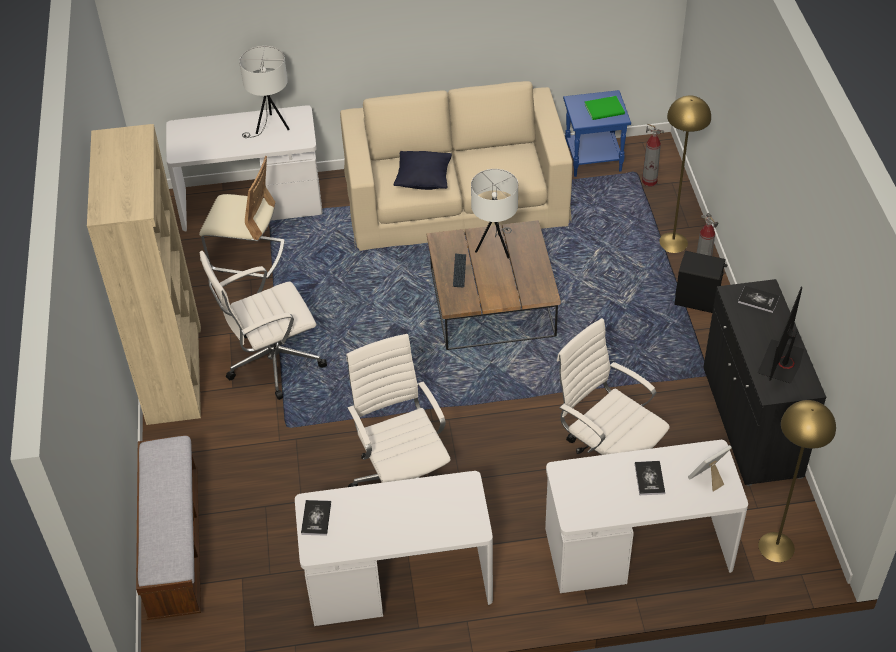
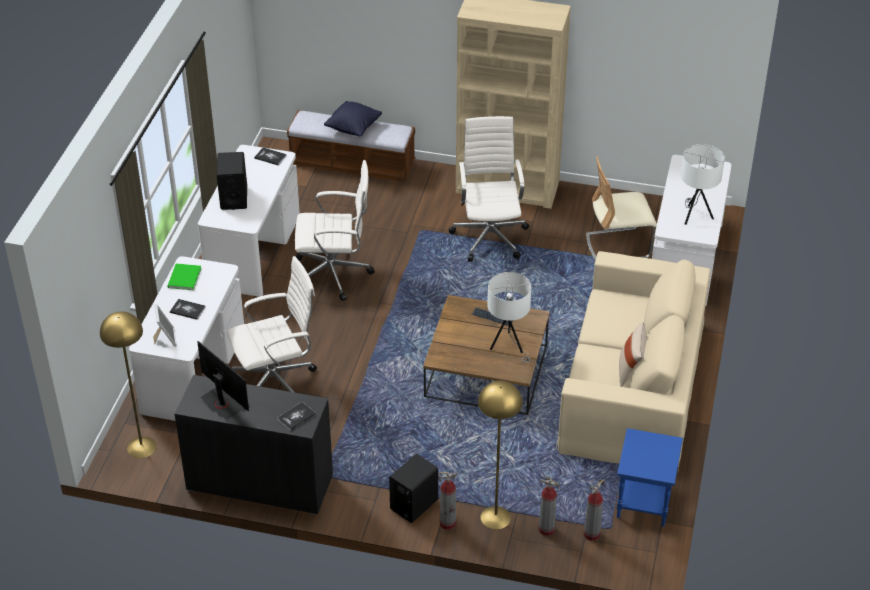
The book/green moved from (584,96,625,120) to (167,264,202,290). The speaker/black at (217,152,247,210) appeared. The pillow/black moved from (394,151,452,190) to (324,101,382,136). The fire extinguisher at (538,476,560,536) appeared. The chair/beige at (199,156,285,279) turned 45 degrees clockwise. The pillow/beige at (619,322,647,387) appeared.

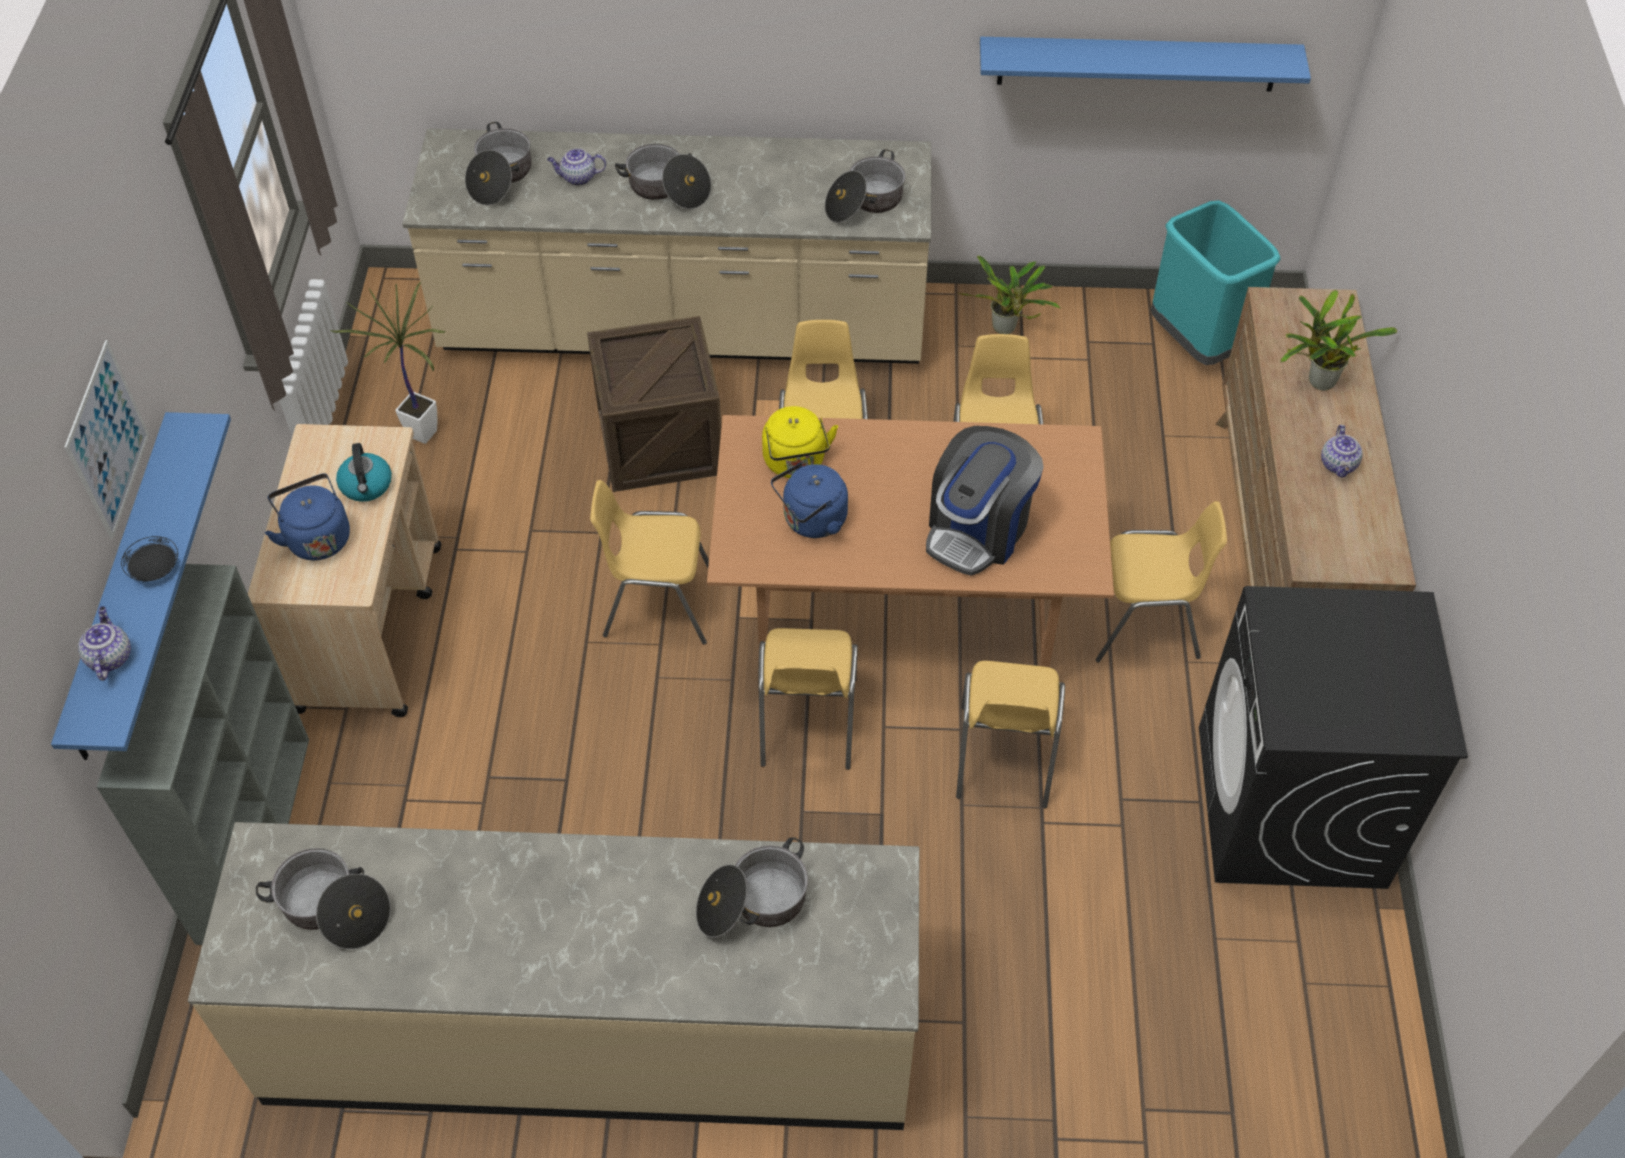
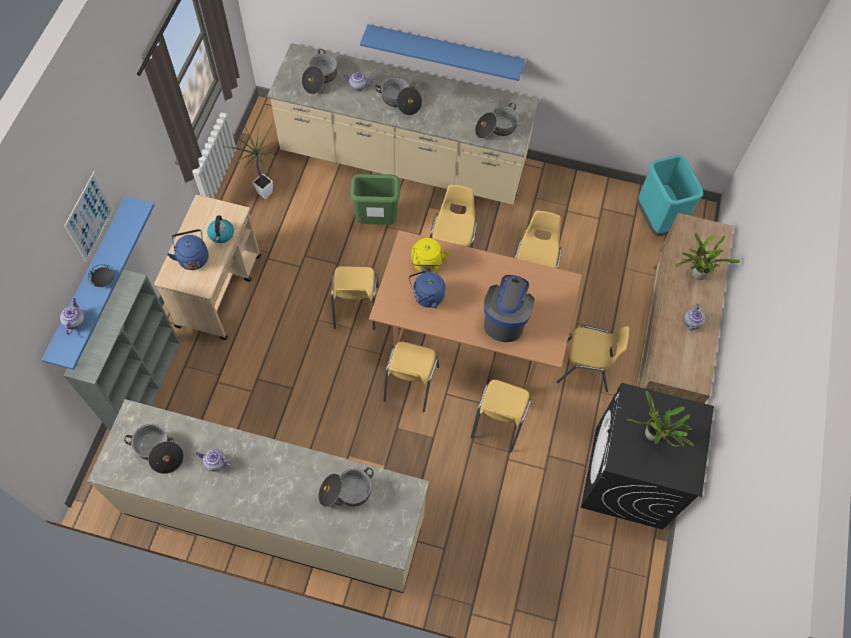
The teapot at (196,449,232,472) appeared. The chair/yellow at (590,480,709,645) turned 105 degrees counterclockwise. The crate at (587,316,721,492) was replaced by the trash can/green at (350,174,401,225). The shelf/blue moved from (980,37,1311,92) to (360,24,525,81). The coffee machine at (926,426,1044,576) turned 150 degrees clockwise. The potted plant moved from (958,256,1061,334) to (627,391,694,447).

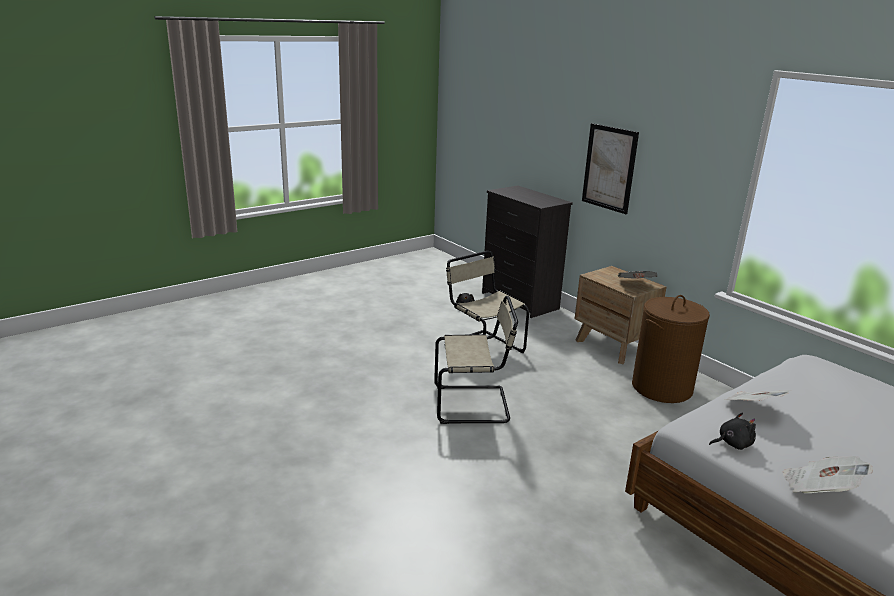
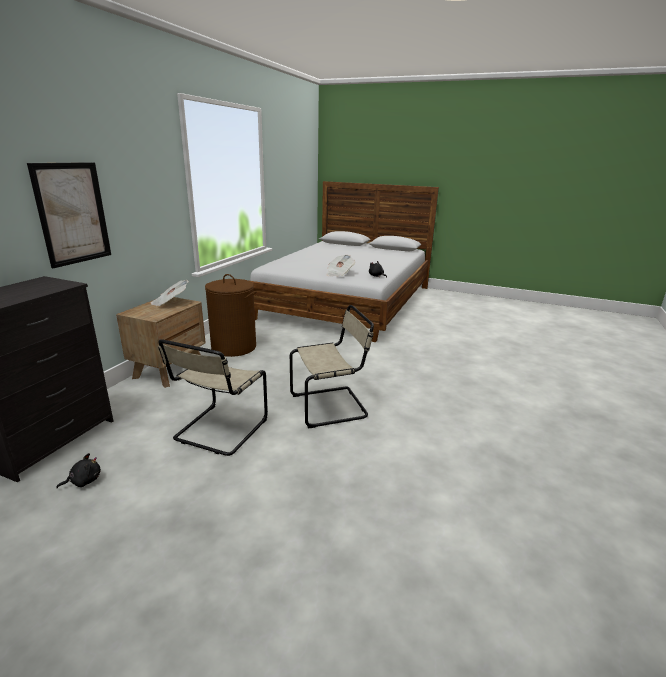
The chair/beige at (434,296,518,424) turned 105 degrees clockwise. The newspaper at (783,456,873,493) disappeared.

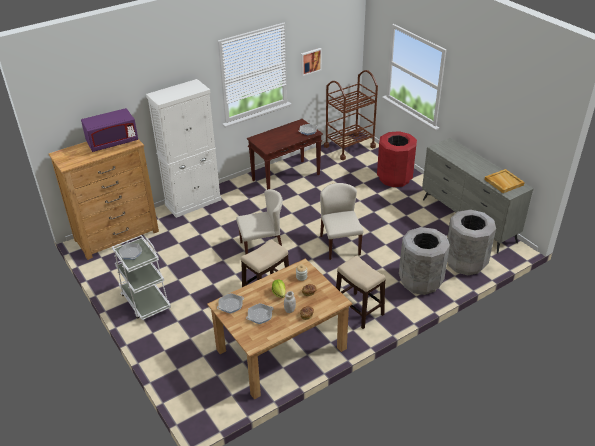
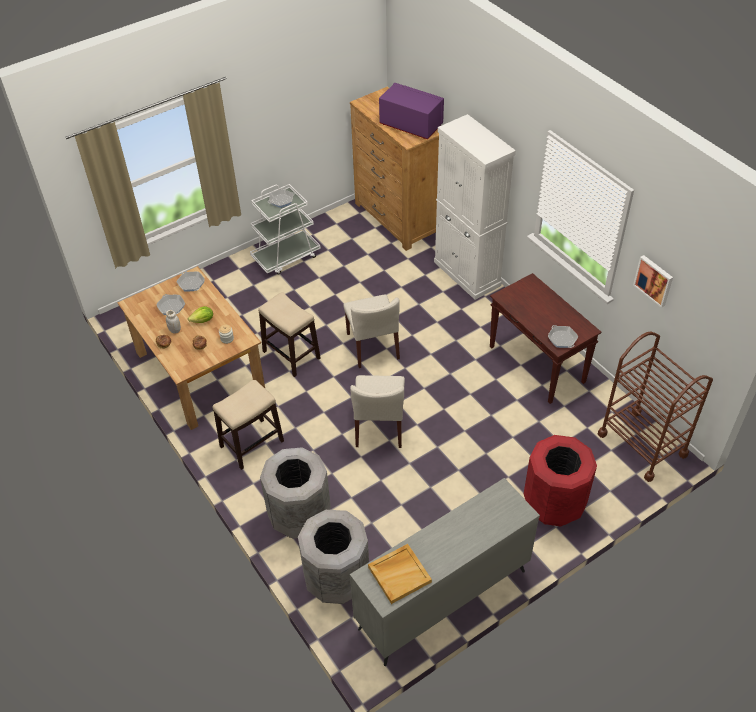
The chair/beige at (320,183,363,260) turned 105 degrees clockwise. The microwave/purple at (81,108,138,152) turned 150 degrees clockwise.

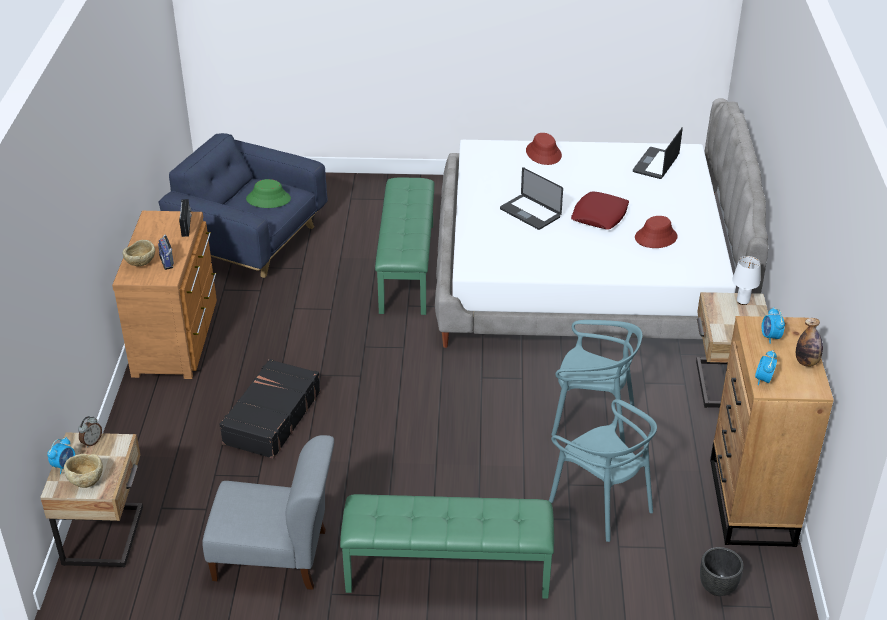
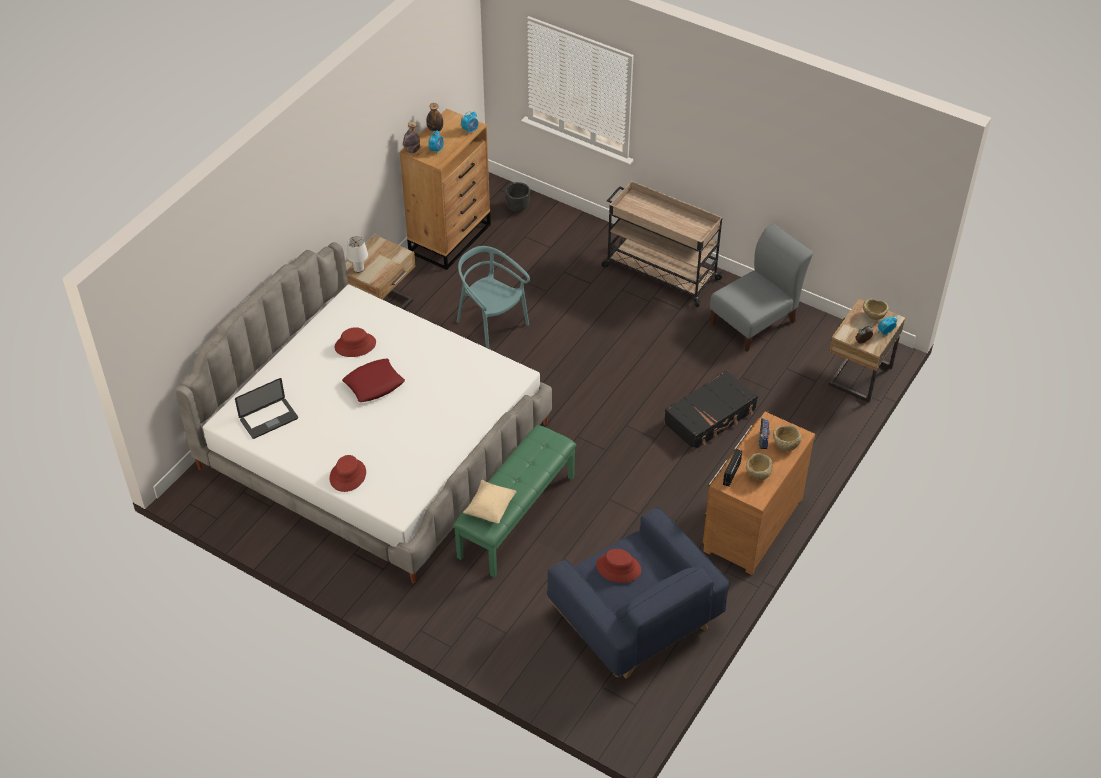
The bottle at (403,122,420,153) appeared. The pillow/beige at (463,480,517,524) appeared. The hat/green at (246,179,291,208) became the hat/red at (596,549,641,583). The bench/green at (340,494,554,599) was replaced by the cart/beige at (602,181,724,307). The chair/grey at (202,435,334,590) turned 105 degrees clockwise. The bowl/beige at (746,453,773,480) appeared. The laptop at (500,167,563,230) disappeared. The chair/turquoise at (549,399,657,542) disappeared.

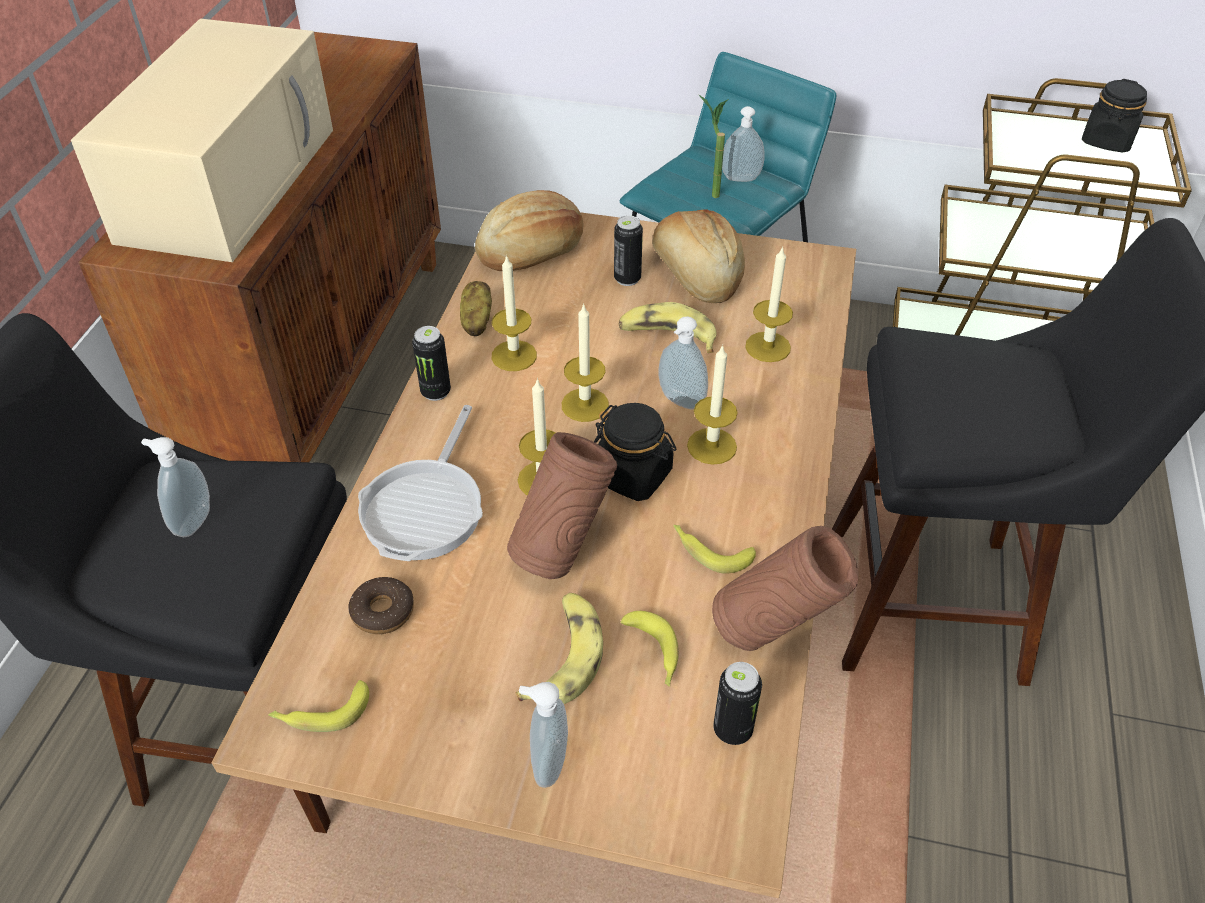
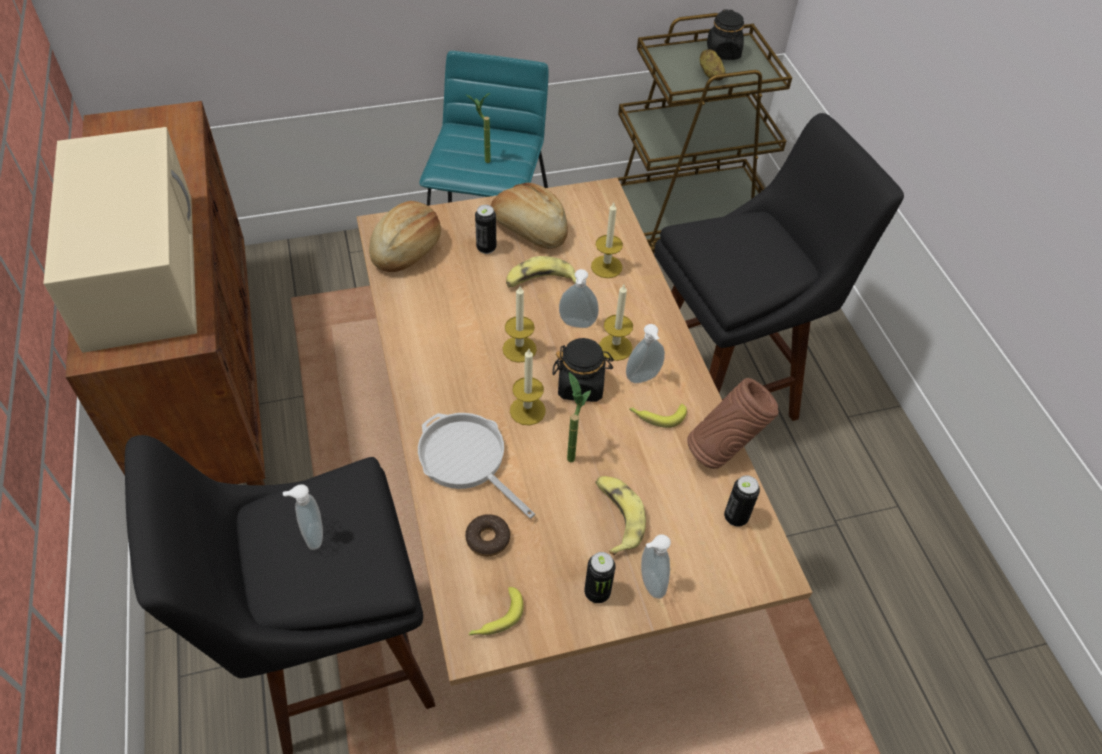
The frying pan at (358,405,483,561) turned 150 degrees clockwise. The vase/brown at (507,432,617,579) was replaced by the potted plant at (567,372,591,463). The can moved from (412,326,451,401) to (584,552,616,603). The soap dispenser moved from (722,106,765,182) to (626,324,665,383). The potato moved from (460,281,492,336) to (700,49,726,81). The candle at (492,255,537,371) disappeared. The banana at (621,611,679,687) disappeared.

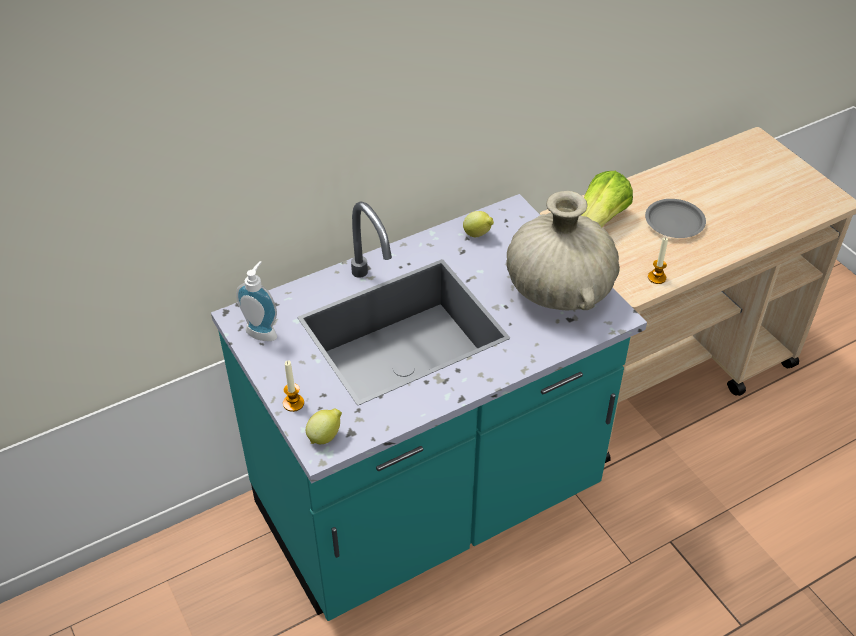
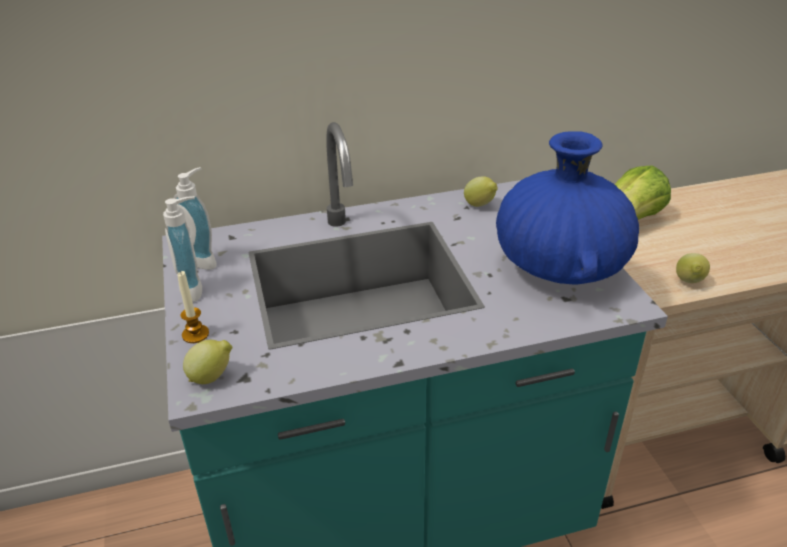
The soap dispenser at (163,196,202,302) appeared. The vase/beige at (506,191,620,310) became the vase/blue at (496,131,639,284). The candle at (648,237,668,284) was replaced by the lemon at (676,253,710,283). The plate/grey at (645,199,706,238) disappeared.

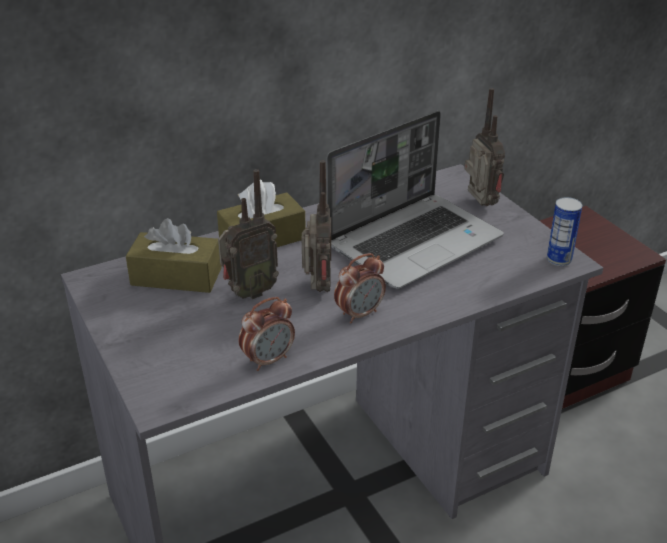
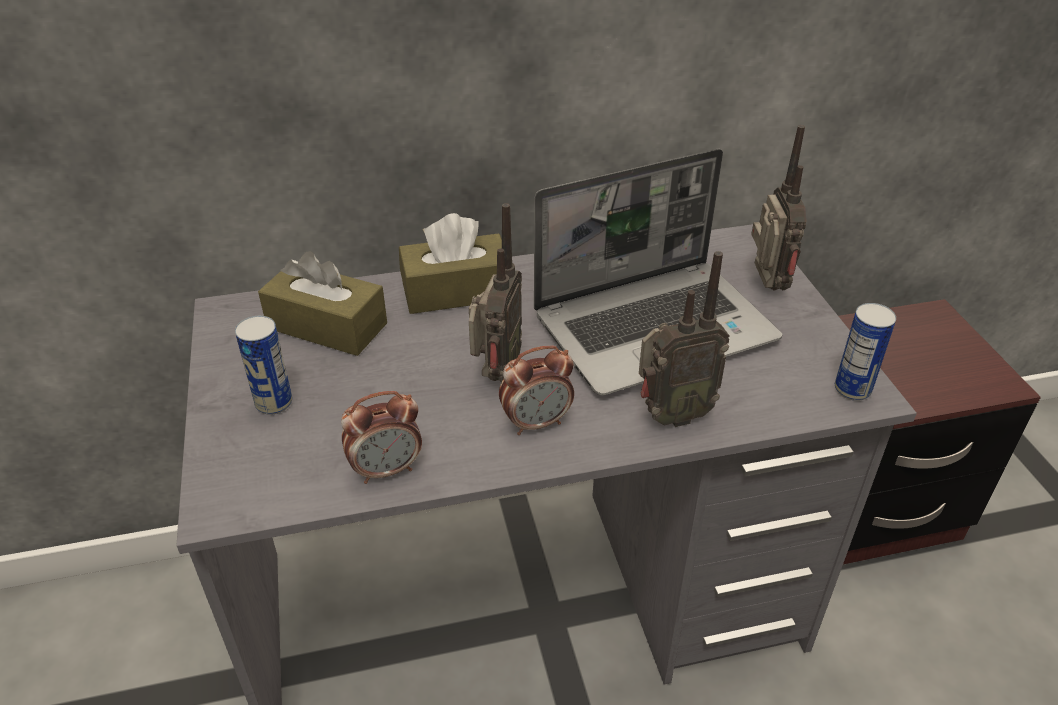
The can at (235,316,292,415) appeared. The radio moved from (218,169,279,299) to (639,251,730,427).

